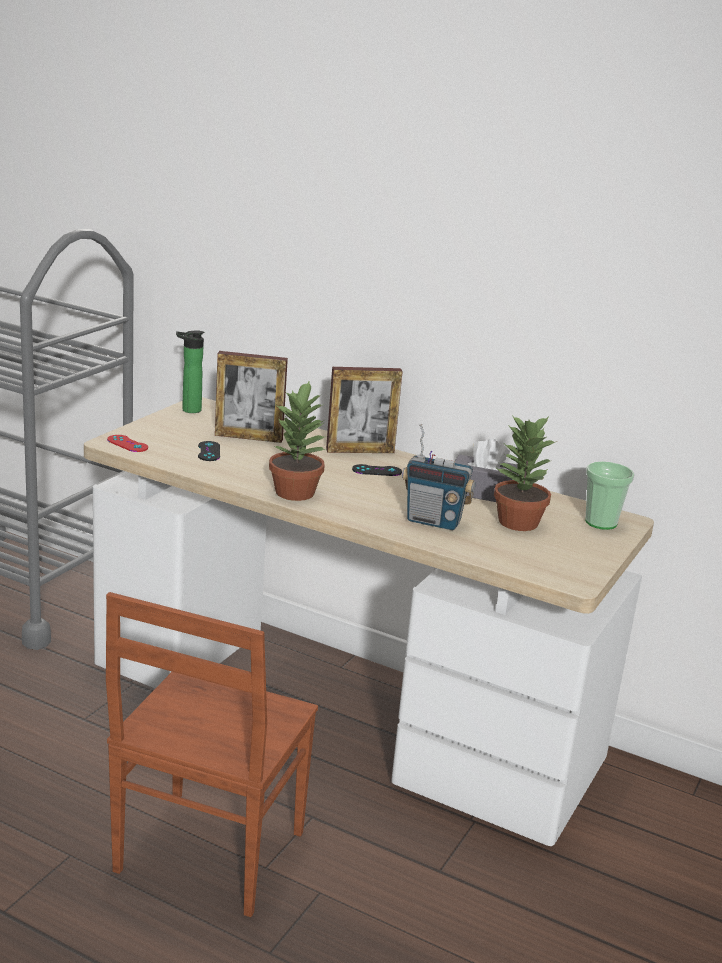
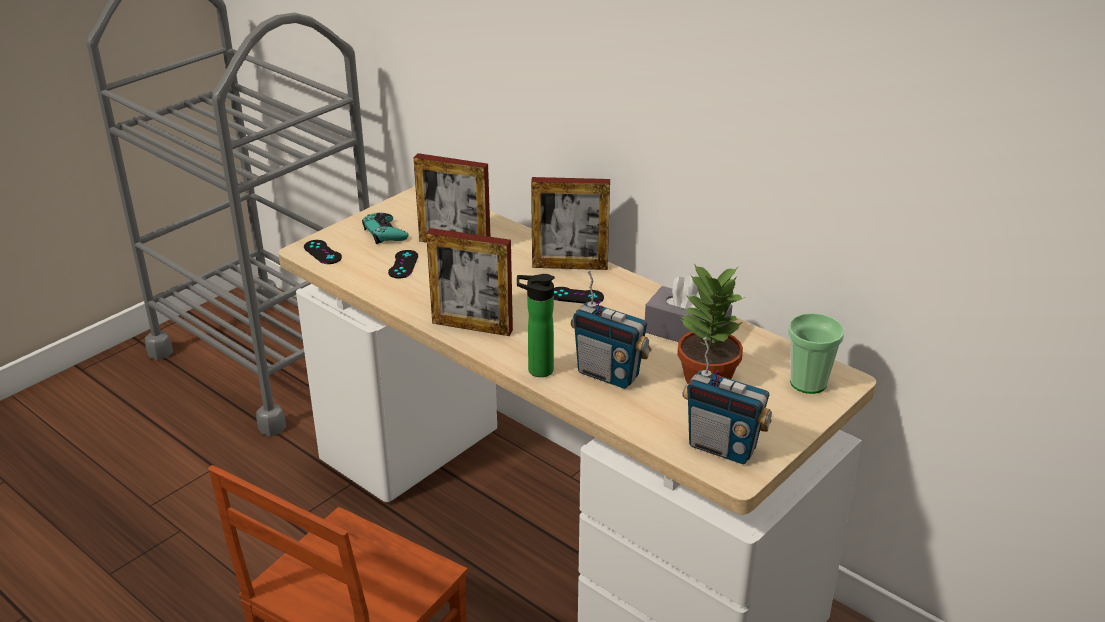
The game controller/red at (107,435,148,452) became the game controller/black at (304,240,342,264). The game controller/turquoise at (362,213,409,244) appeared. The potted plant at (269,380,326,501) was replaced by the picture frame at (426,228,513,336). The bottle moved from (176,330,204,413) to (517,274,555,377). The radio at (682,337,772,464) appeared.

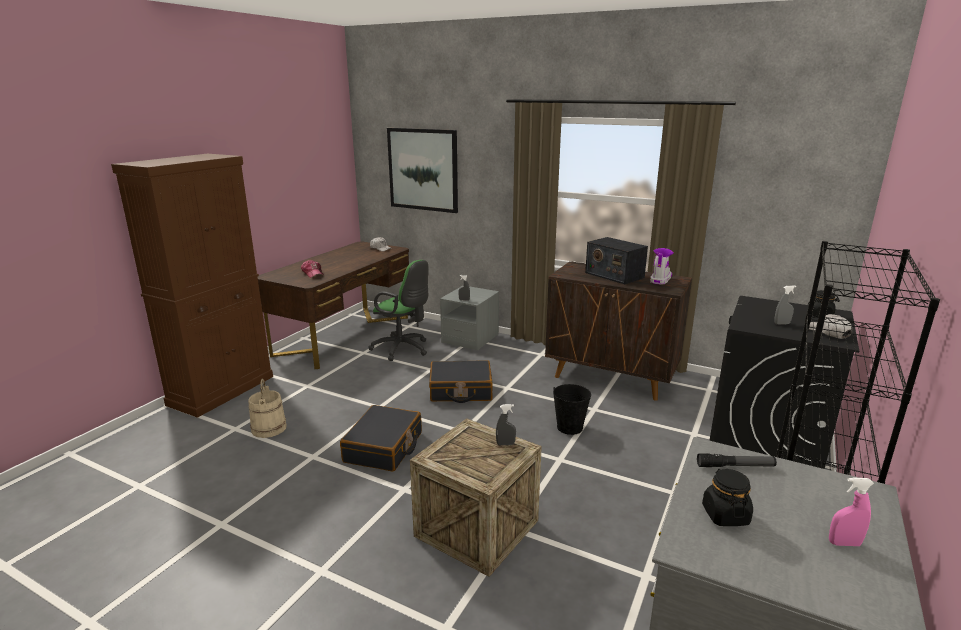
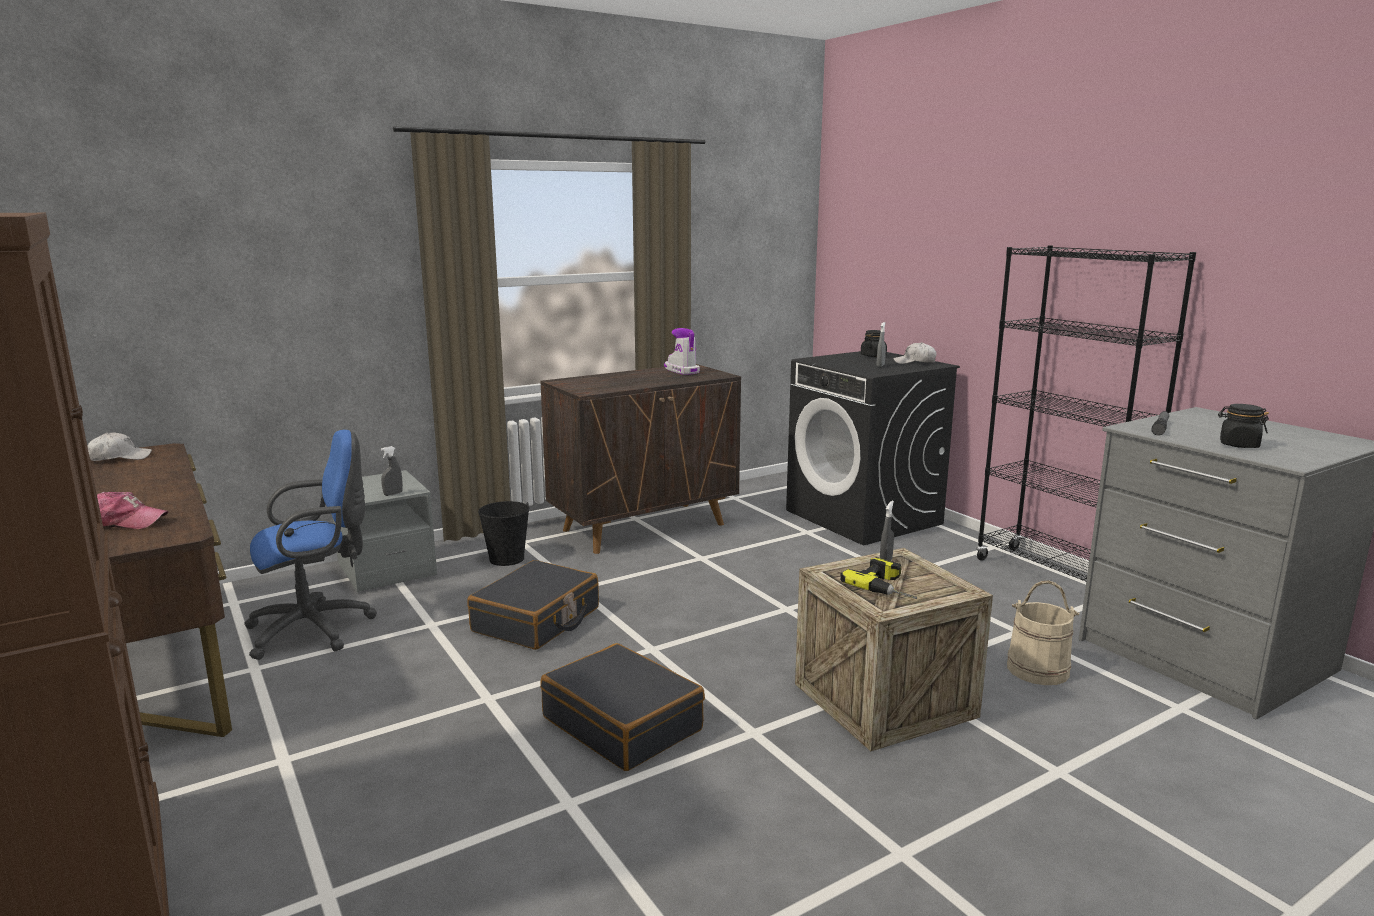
The office chair/green at (368,260,429,361) became the office chair/blue at (244,430,377,660). The bucket/black moved from (553,384,591,435) to (478,501,529,566). The power drill at (840,557,917,599) appeared. The bucket/beige moved from (248,378,287,438) to (1007,580,1079,685). The picture at (387,128,458,213) disappeared. The radio at (585,237,648,284) disappeared. The spray bottle/pink at (829,477,874,546) disappeared.

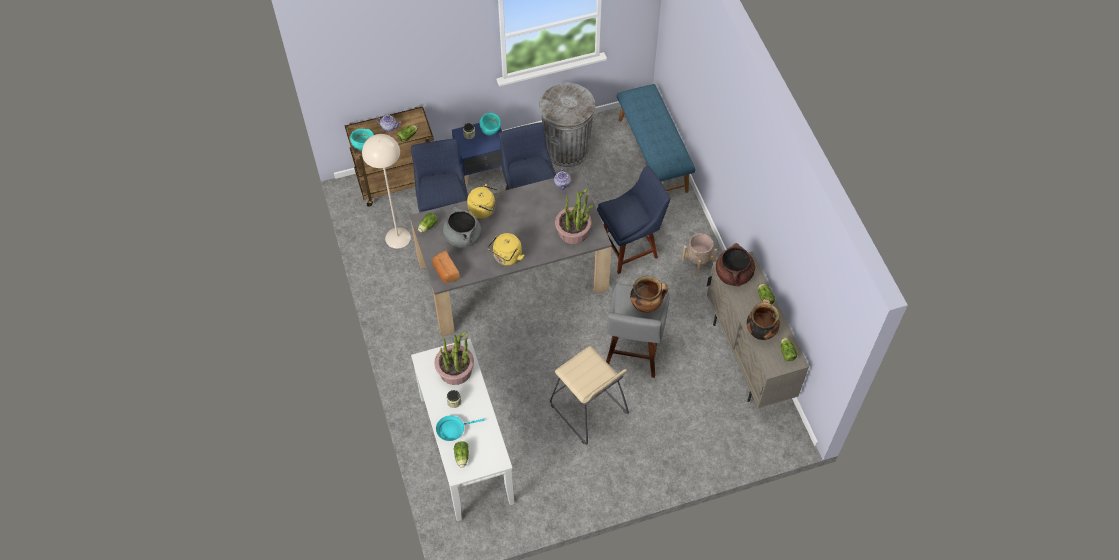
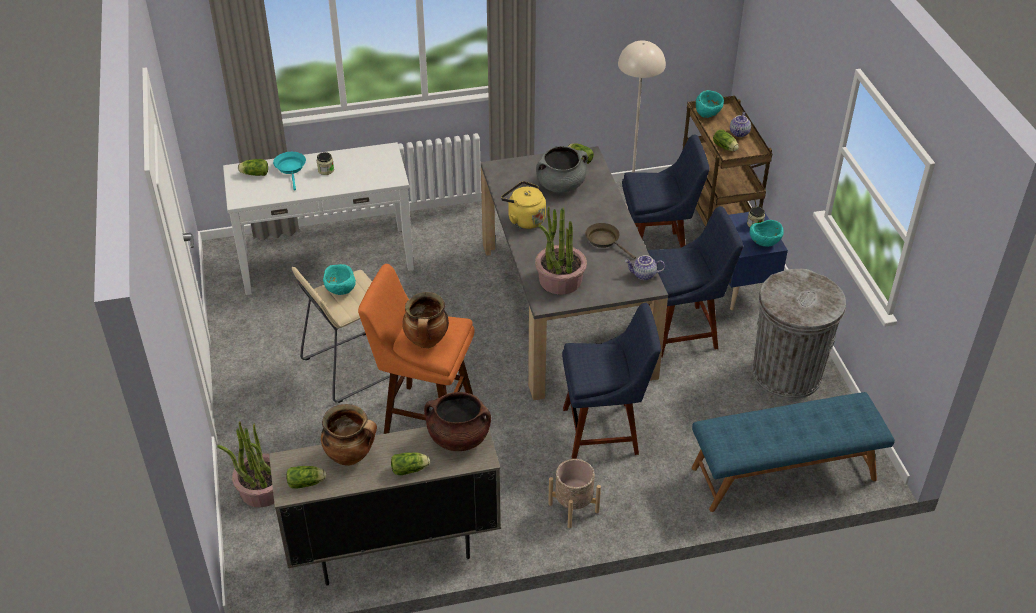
The potted plant moved from (434,332,474,385) to (217,421,274,507). The bowl/turquoise at (323,264,356,295) appeared. The stool/grey at (606,283,669,378) became the stool/orange at (358,264,475,434). The chair/blue at (597,166,670,274) turned 75 degrees counterclockwise. The frying pan/brown at (585,223,636,259) appeared. The bread at (432,250,460,283) disappeared. The kettle/yellow at (467,184,499,219) disappeared.

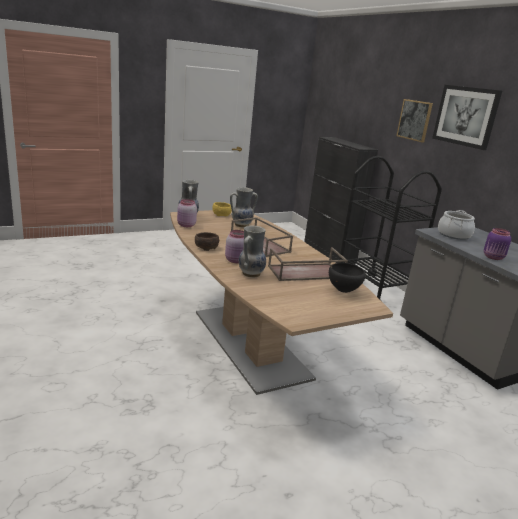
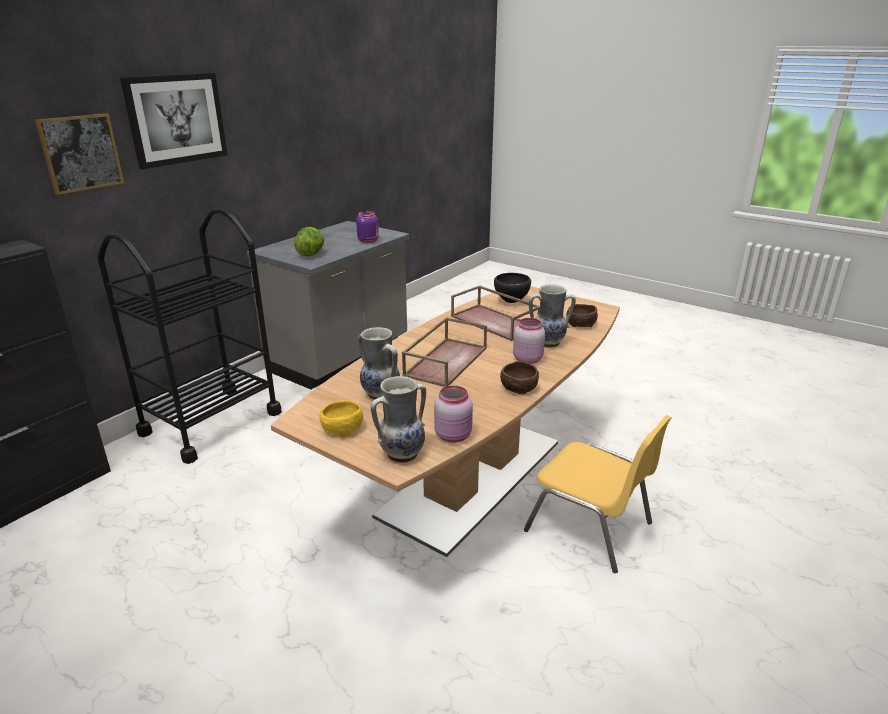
The cooking pot at (438,210,475,240) was replaced by the lettuce at (294,227,324,257). The chair/yellow at (524,415,672,573) appeared. The bowl/brown at (566,304,598,327) appeared.

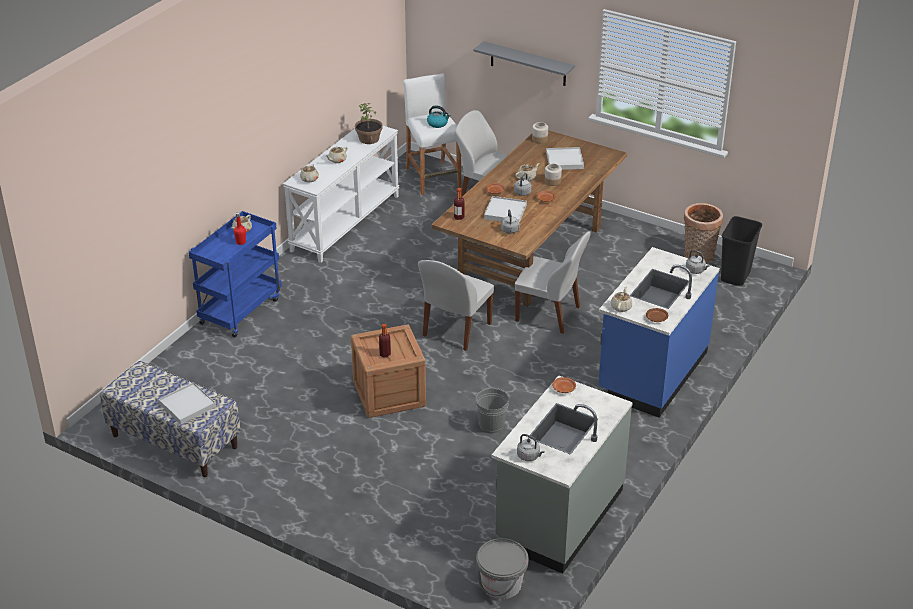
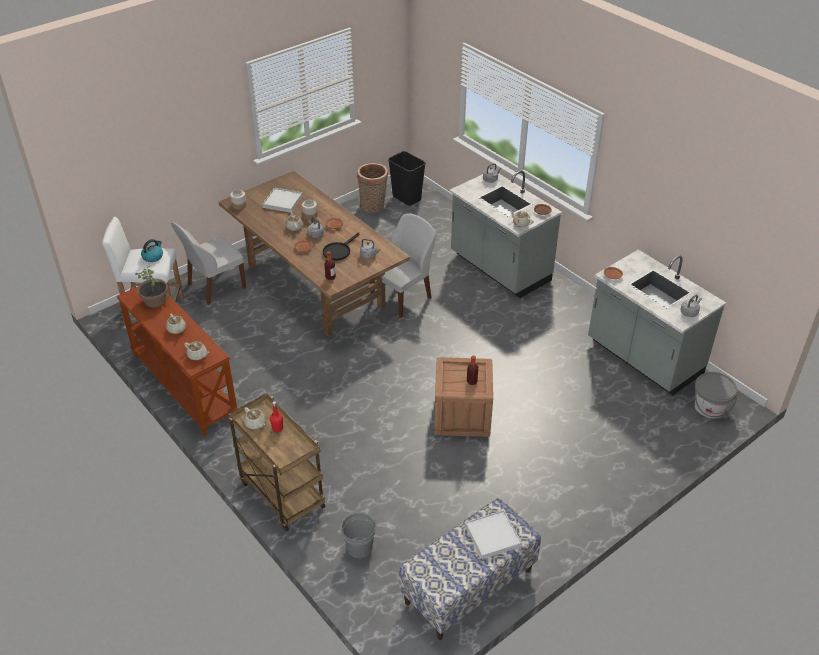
The console table/white at (283,125,400,263) became the console table/brown at (117,287,238,436). The cart/blue at (189,211,282,338) became the cart/brown at (228,393,325,531). The tray/white at (484,196,527,222) was replaced by the frying pan/black at (323,233,360,261). The bucket/grey moved from (476,387,509,434) to (339,512,377,558). The counter/blue at (598,247,720,418) became the counter/grey at (450,171,562,298). The chair/white at (418,260,494,351) disappeared. The shelf/grey at (473,41,575,86) disappeared.

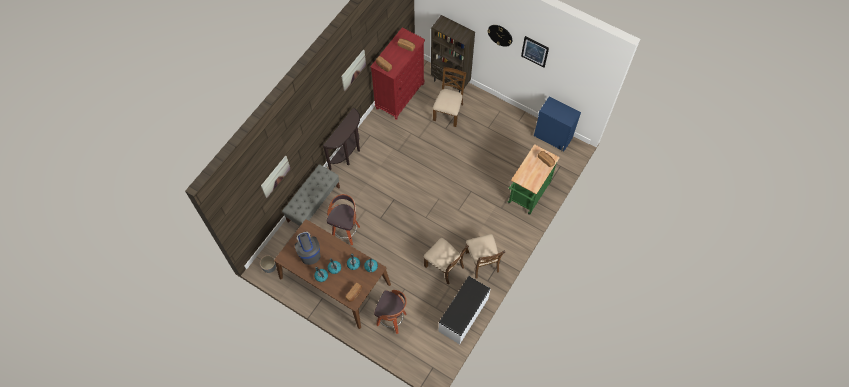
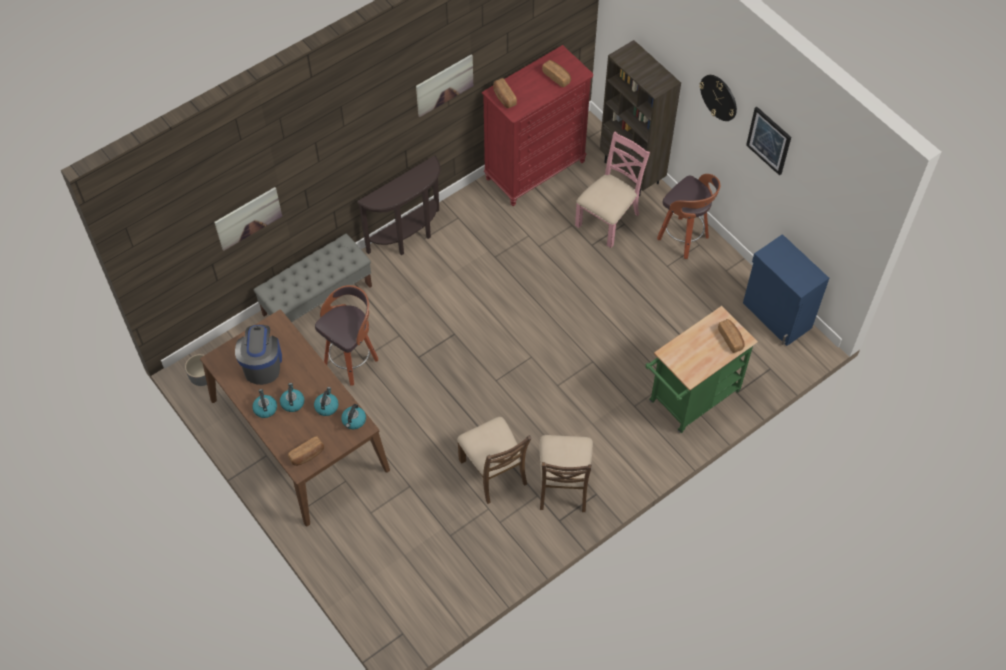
The chair/brown at (433,66,467,127) became the chair/pink at (575,132,650,248). The stool moved from (374,290,407,334) to (657,174,720,259). The bench/white at (438,276,491,344) disappeared.

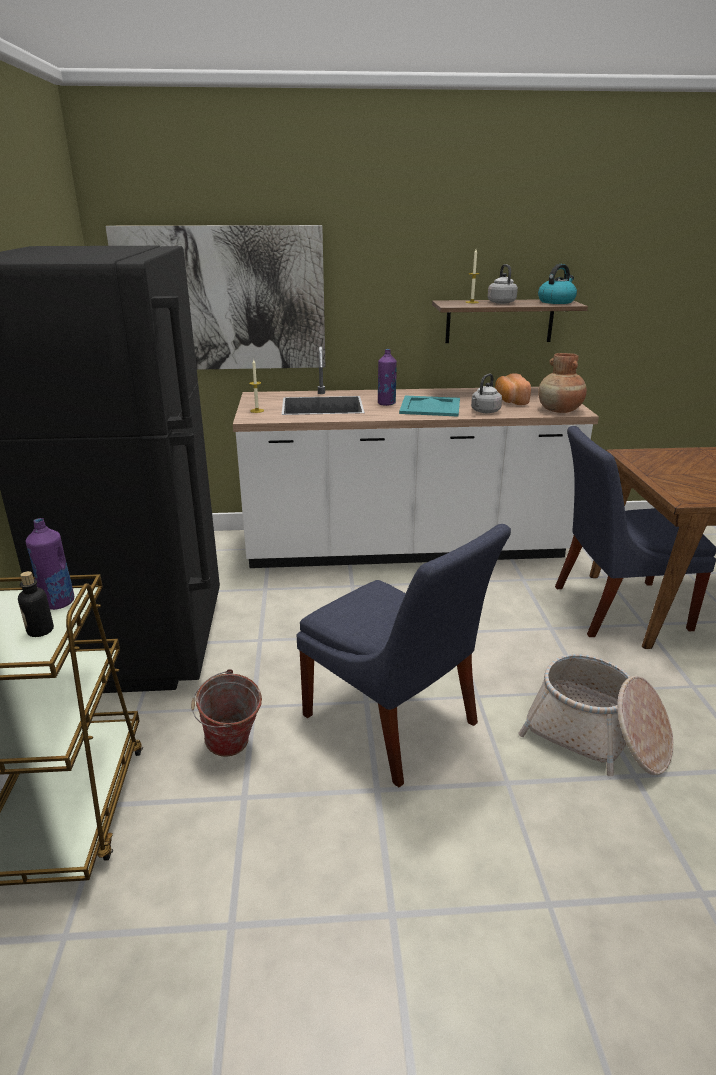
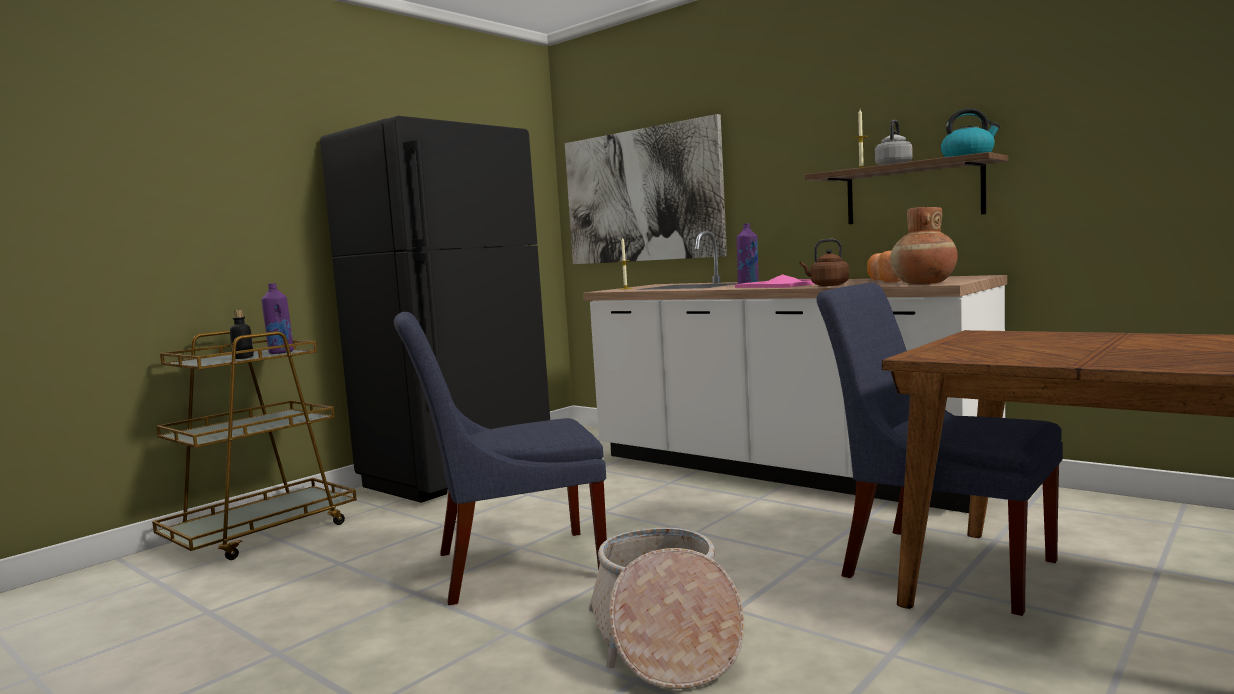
The chair/blue at (297,524,511,787) turned 75 degrees clockwise. The tray/turquoise at (399,396,460,417) became the tray/pink at (735,275,814,288). The kettle/grey at (471,374,502,413) became the kettle/brown at (799,239,849,286). The bucket at (191,669,262,757) disappeared.

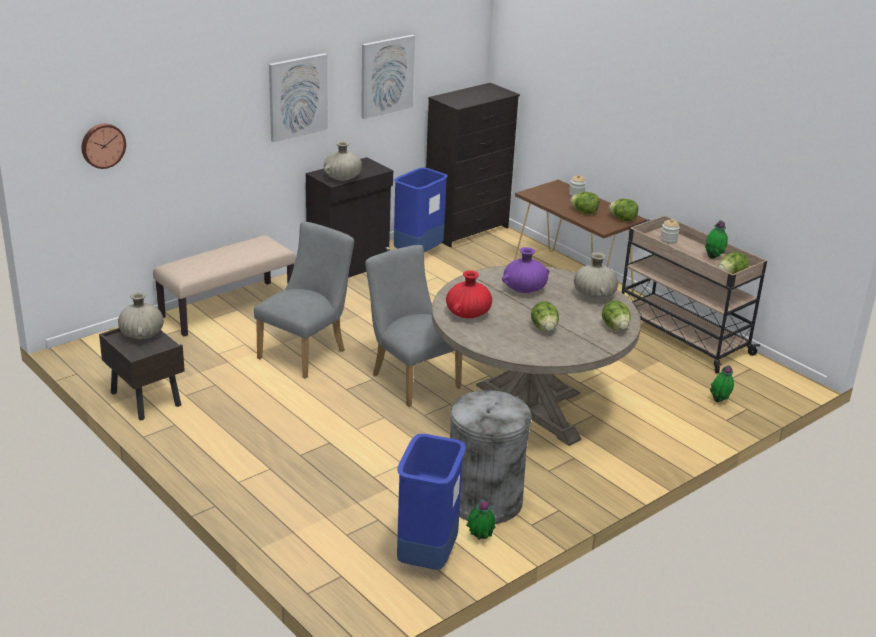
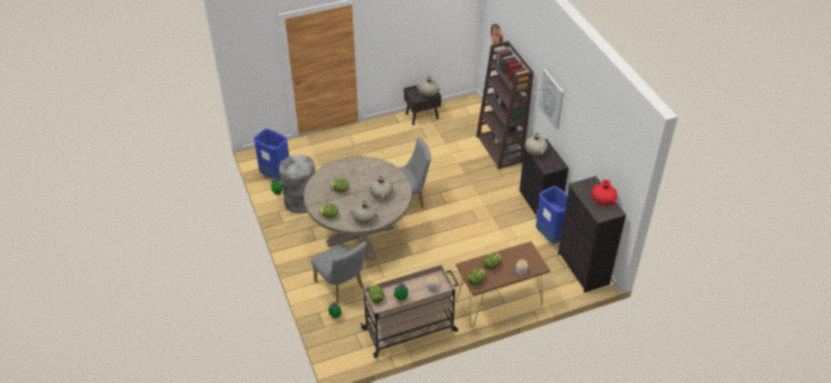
The chair/grey moved from (254,222,354,379) to (311,241,367,304). The vase/purple at (502,247,549,293) became the vase/beige at (370,175,393,199). The bench/beige at (153,235,296,336) was replaced by the bookcase/brown at (476,41,534,169). The vase/red moved from (446,270,492,318) to (592,180,617,206). The picture at (361,35,415,119) disappeared.

